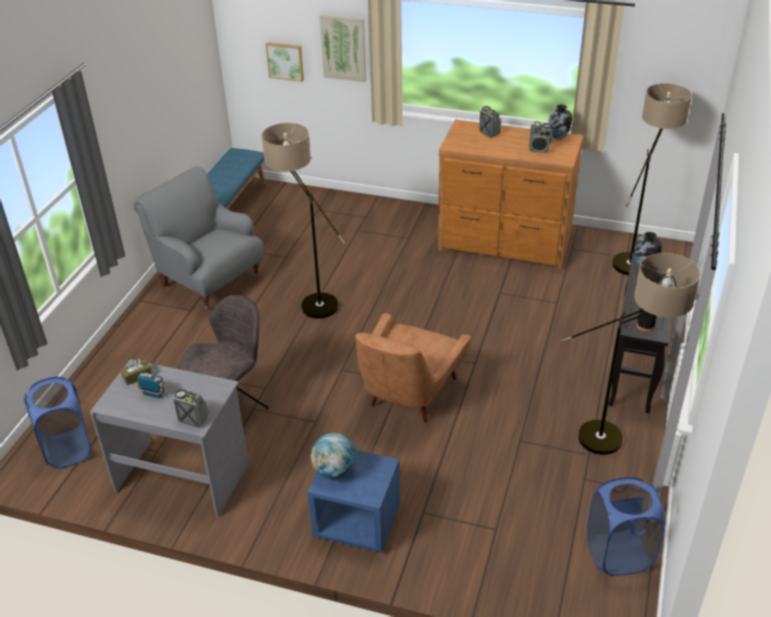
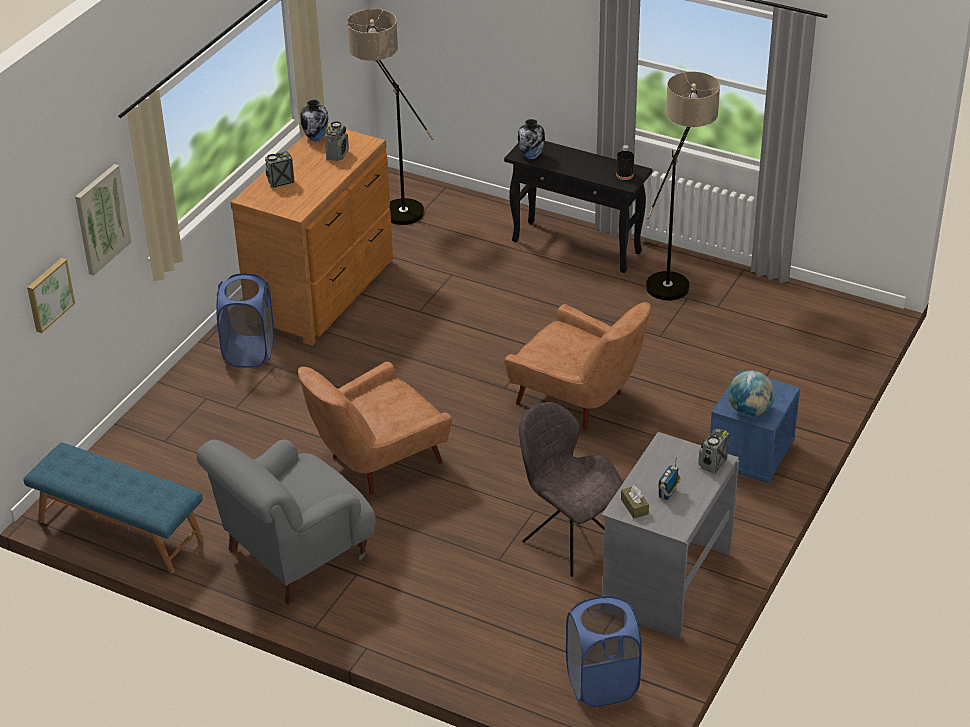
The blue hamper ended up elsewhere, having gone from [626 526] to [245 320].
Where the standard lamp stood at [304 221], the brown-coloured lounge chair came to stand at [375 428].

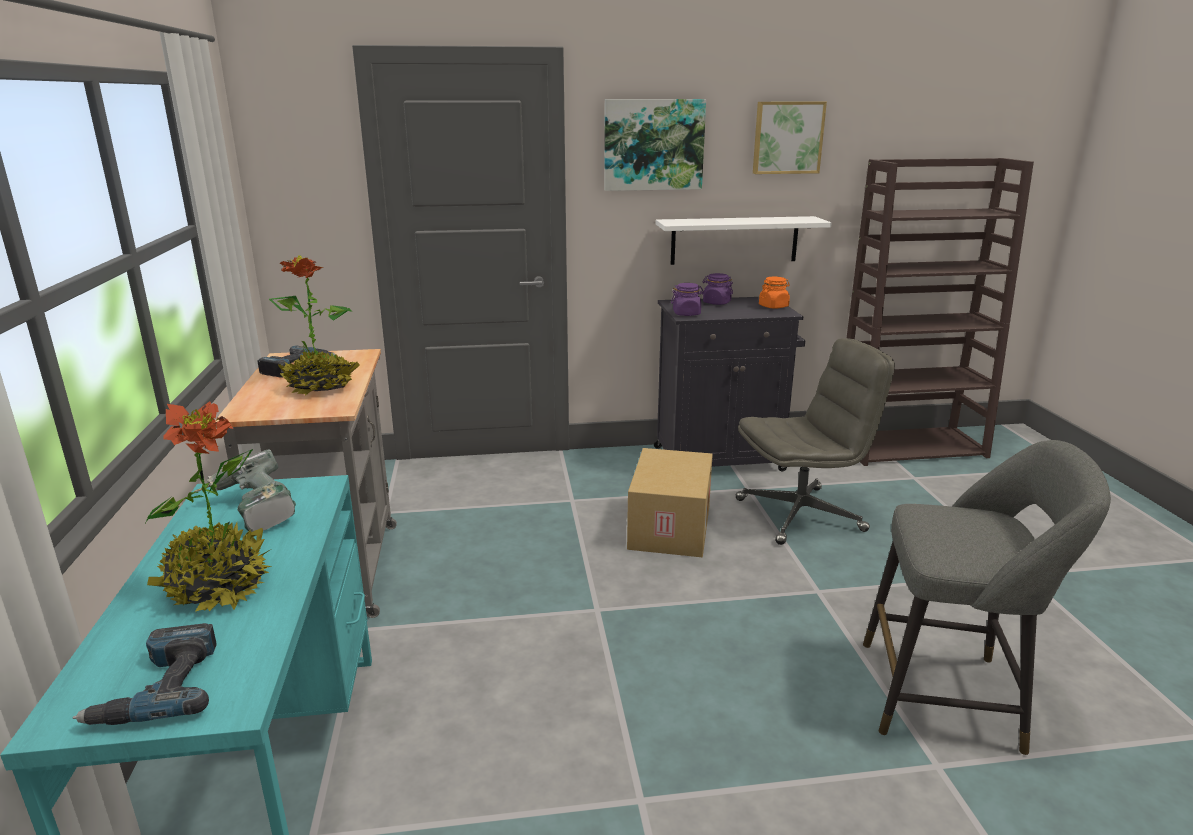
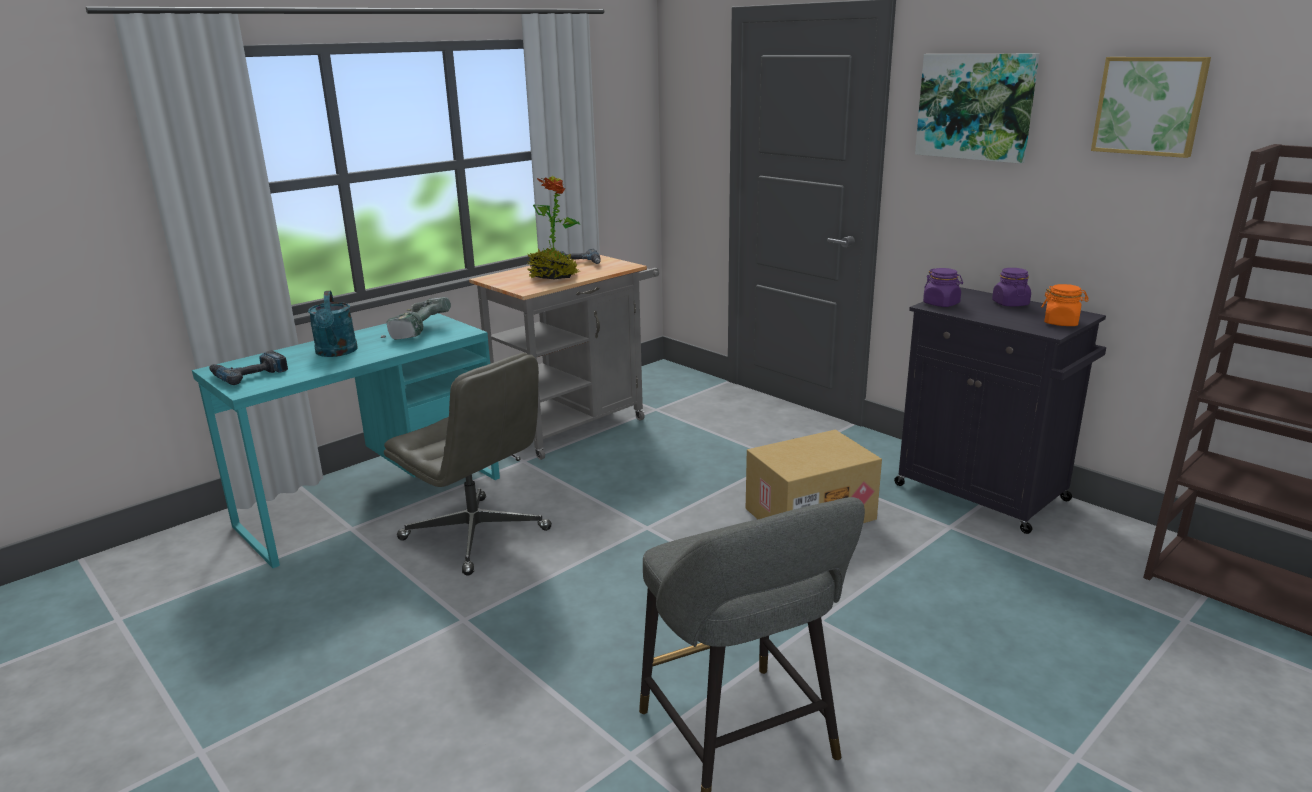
Where the houseplant stood at [209 506], the turquoise-coloured sprinkling can came to stand at [333 324].
The grey desk chair ended up elsewhere, having gone from [815 441] to [468 464].
The second view lost the whitish bracket shelf at [743 240].

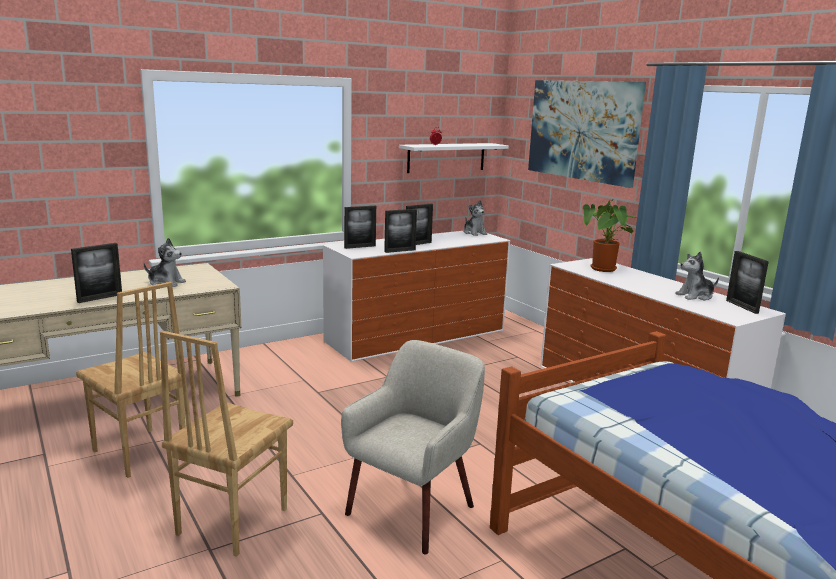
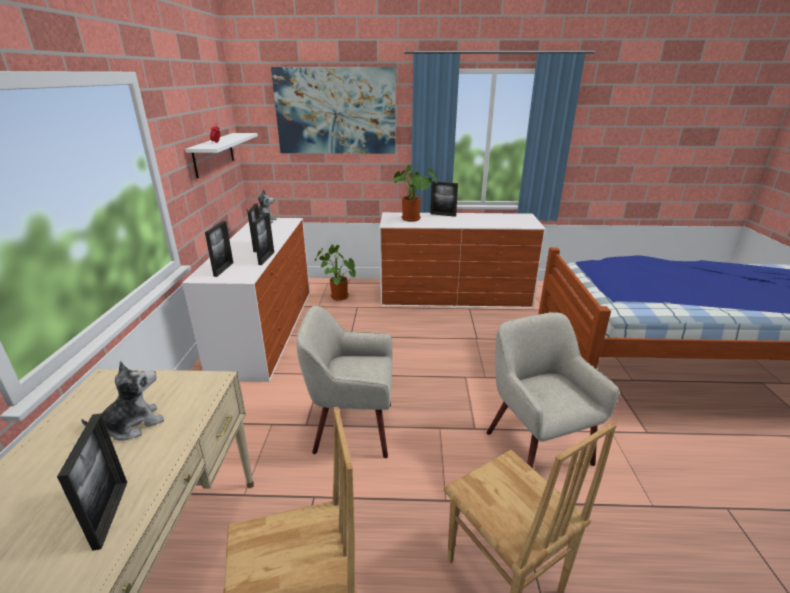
The second view gained the beige-coloured lounge chair at [344 382].
The second view gained the houseplant at [335 272].
The photo frame ended up elsewhere, having gone from [747 282] to [444 199].
The second view lost the soft toy at [697 276].

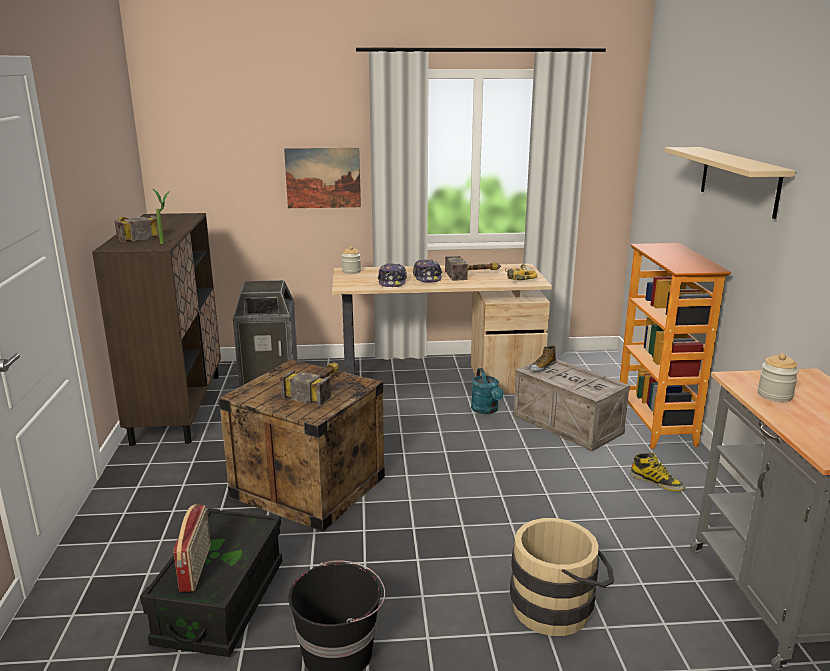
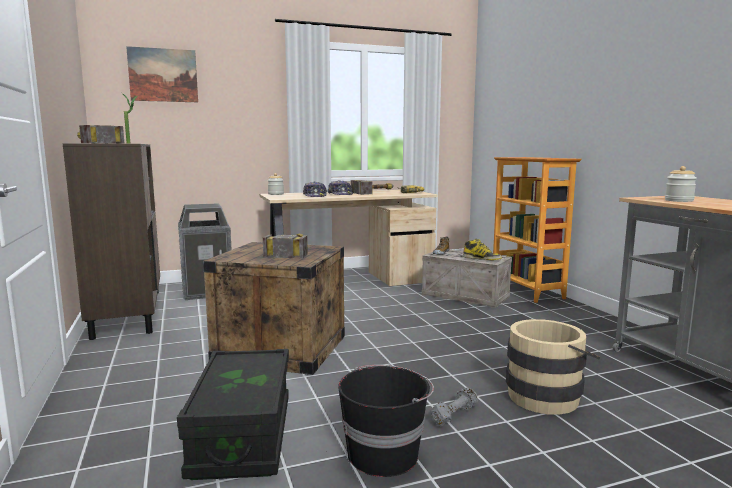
The wall art ended up elsewhere, having gone from [322 178] to [162 74].
The second view gained the grey free weight at [454 407].
The high-top boot ended up elsewhere, having gone from [657 472] to [482 249].
The second view lost the radio set at [192 548].
The second view lost the turquoise-coloured sprinkling can at [487 391].
The second view lost the beige-coloured bracket shelf at [730 183].

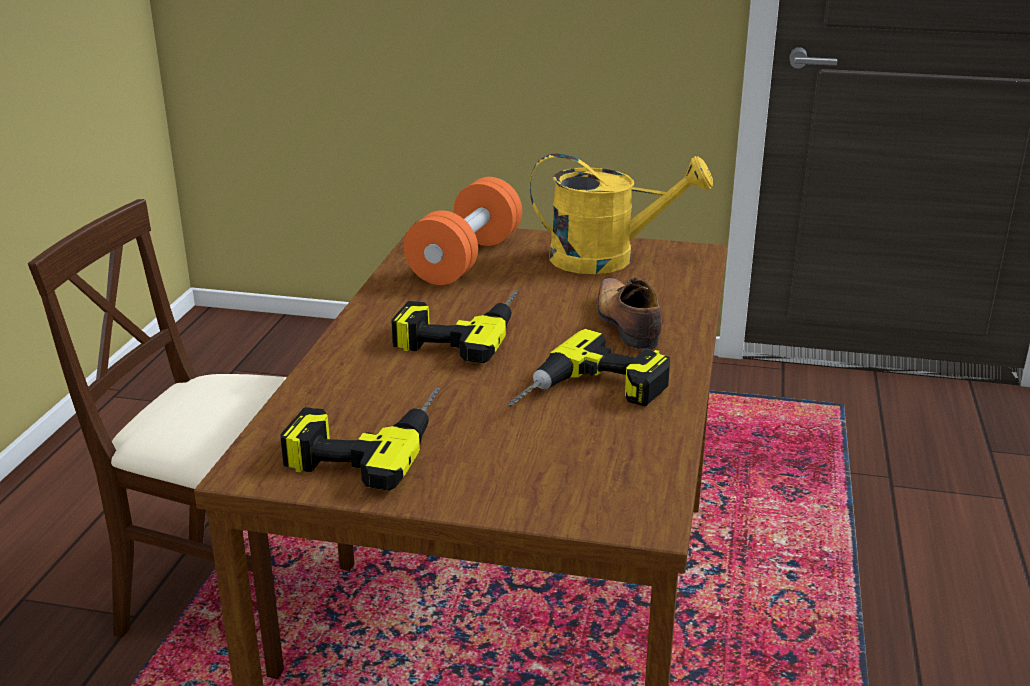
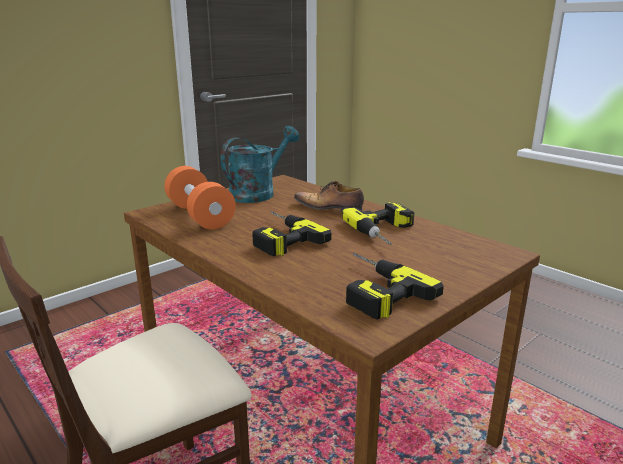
What was the yellow-coloured sprinkling can at [621 213] turned into the turquoise-coloured sprinkling can at [259 164].

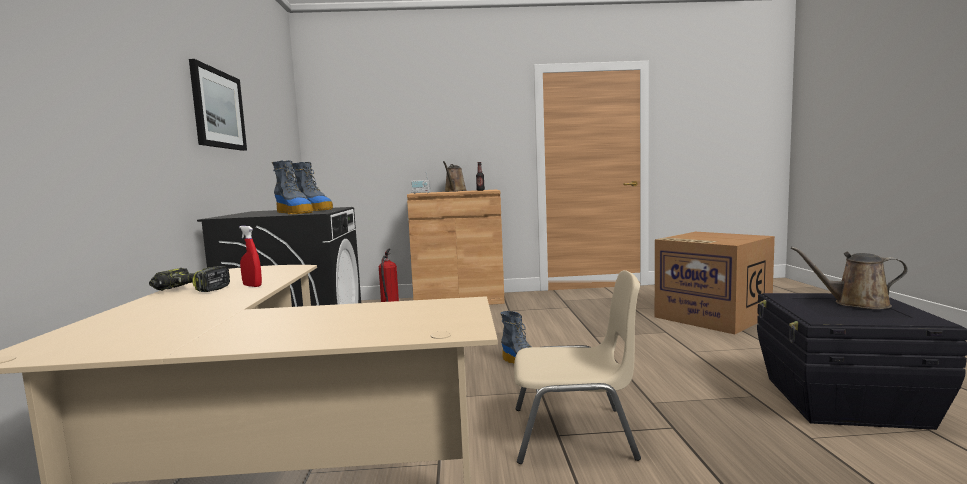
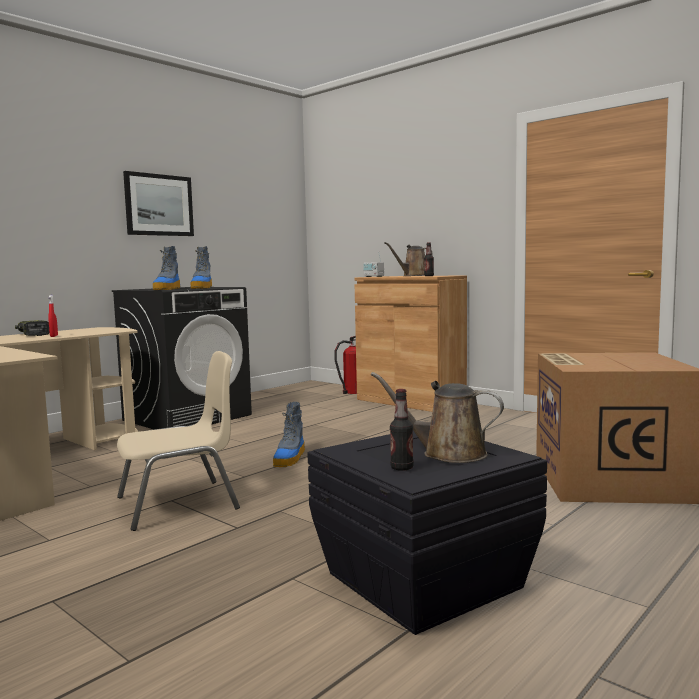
The beige-coloured upright chair at [577 367] ended up facing another way, 75 degrees counterclockwise from before.
The brown-coloured sprinkling can at [849 278] ended up facing another way, 45 degrees counterclockwise from before.
The second view gained the beverage bottle at [402 430].

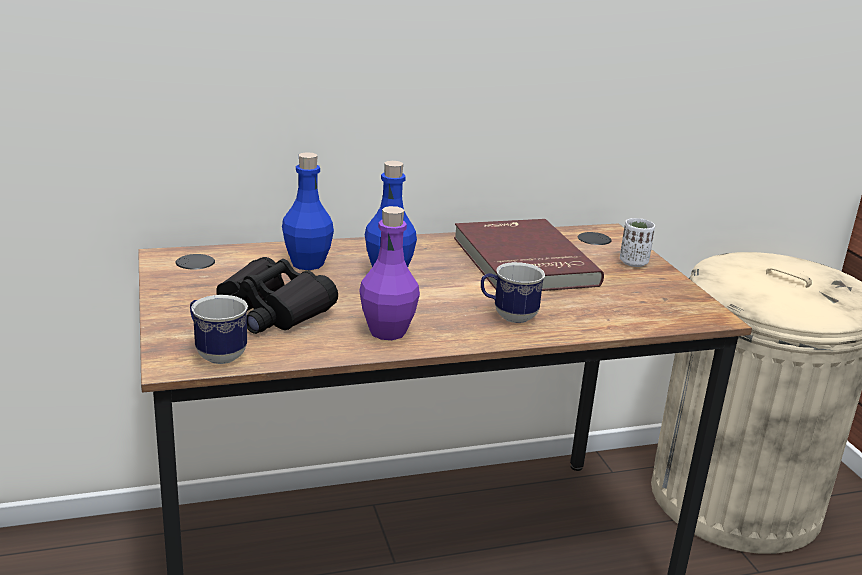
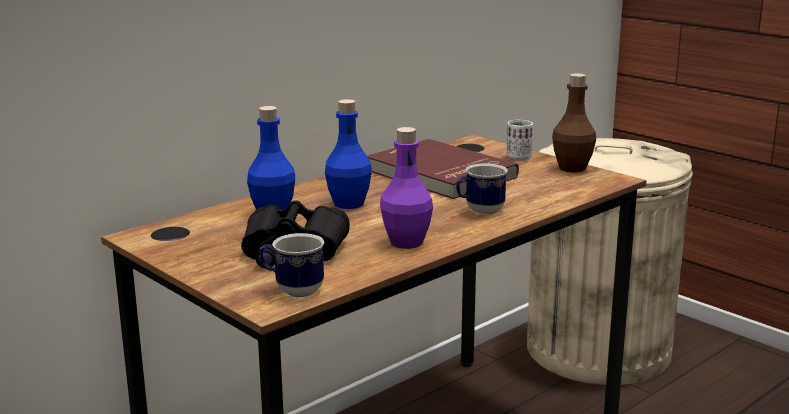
The second view gained the brown-coloured beverage bottle at [574 122].

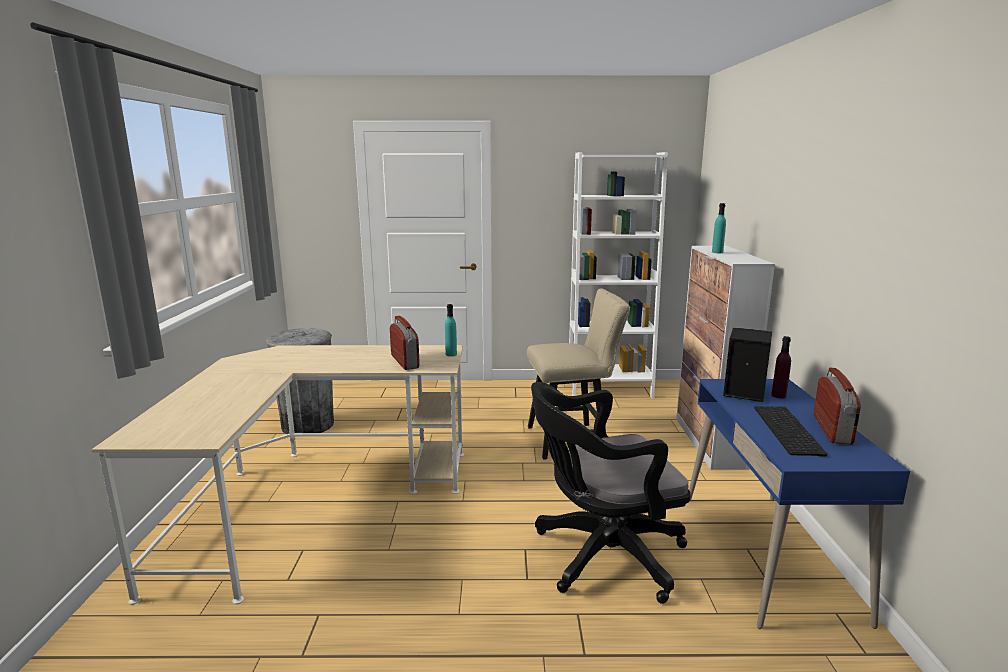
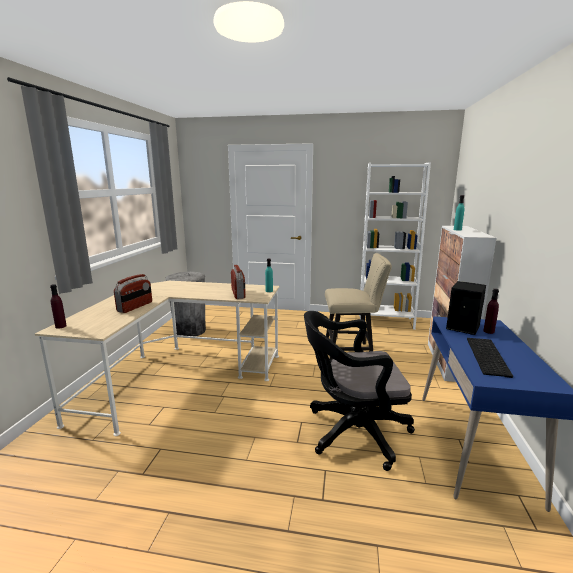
The second view gained the purplish beverage bottle at [58 306].
The radio set ended up elsewhere, having gone from [837 406] to [133 293].

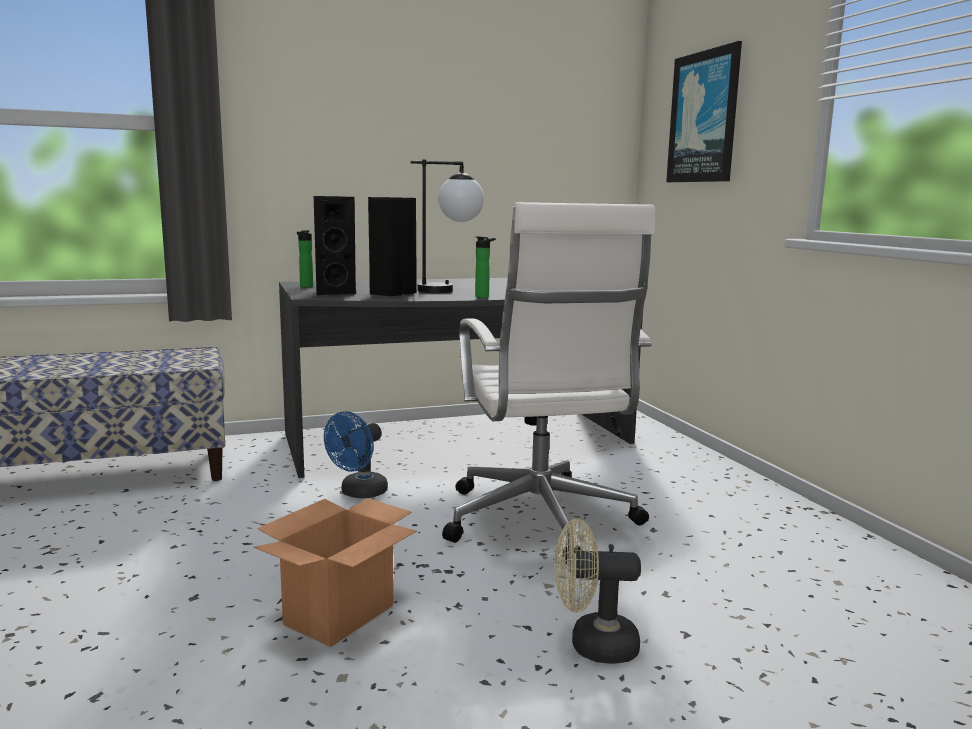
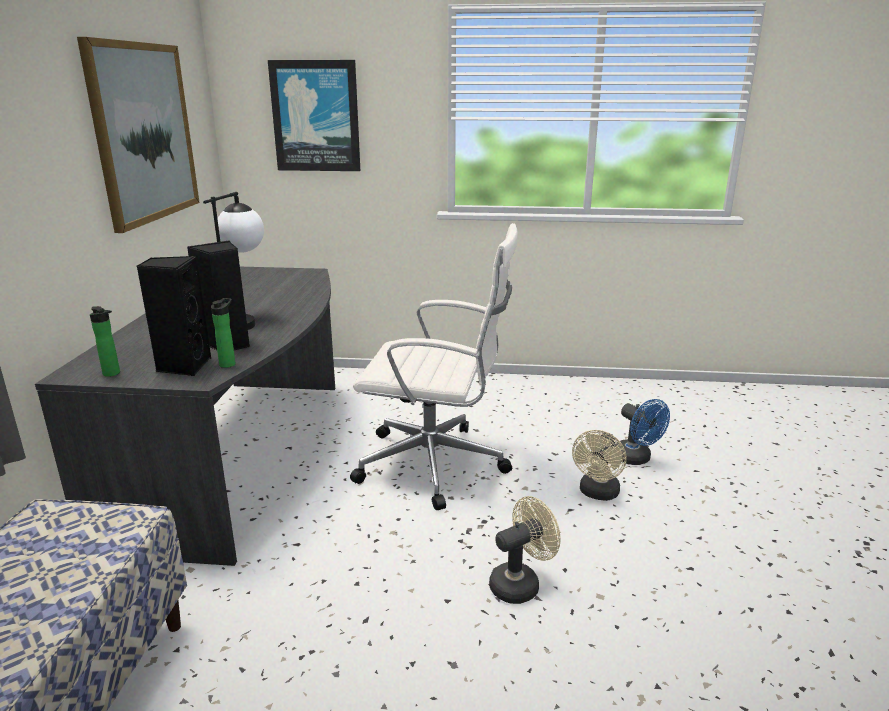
The second view gained the wall art at [138 135].
The beverage bottle ended up elsewhere, having gone from [485 267] to [223 333].
Where the cardboard box stood at [335 572], the beige-coloured cooling fan came to stand at [524 550].
The blue cooling fan ended up elsewhere, having gone from [356 455] to [642 432].

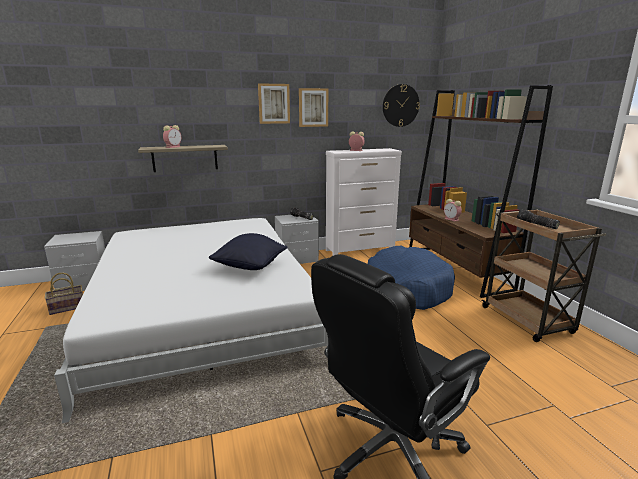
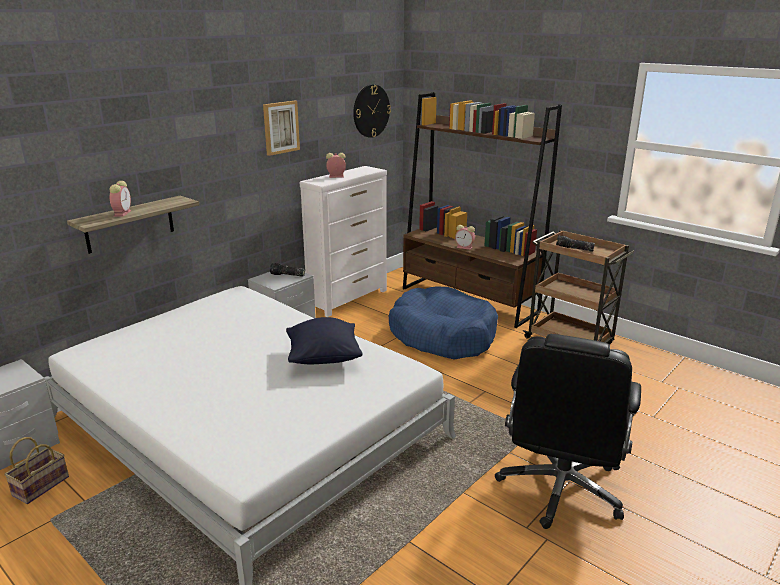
The second view lost the wall art at [274 103].

